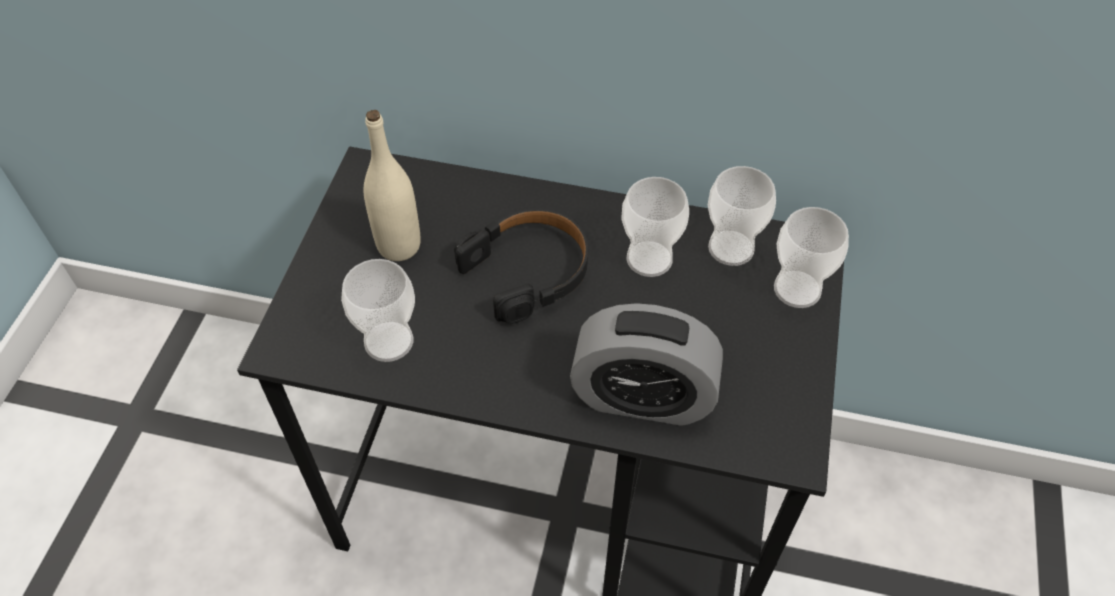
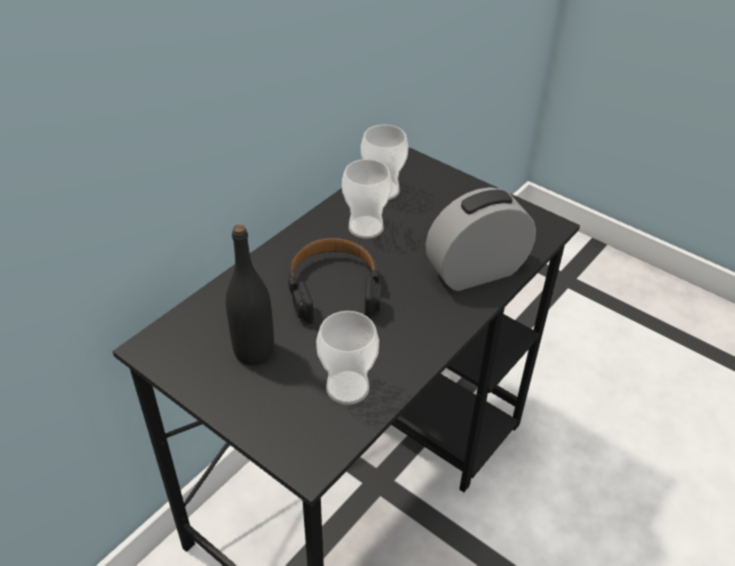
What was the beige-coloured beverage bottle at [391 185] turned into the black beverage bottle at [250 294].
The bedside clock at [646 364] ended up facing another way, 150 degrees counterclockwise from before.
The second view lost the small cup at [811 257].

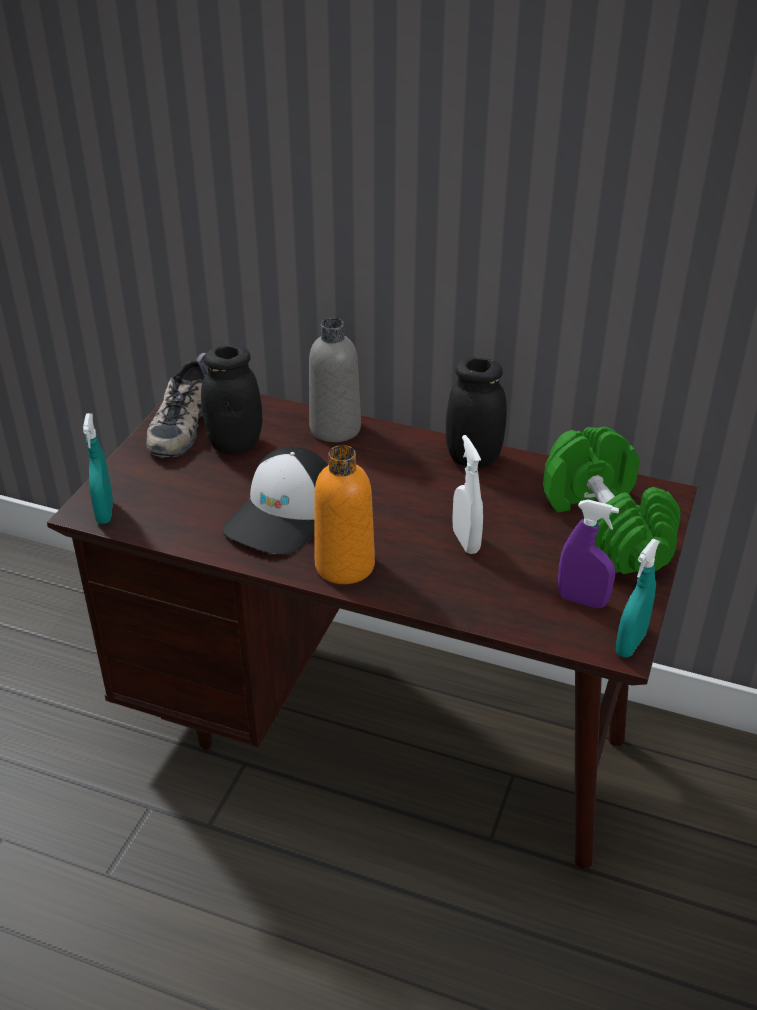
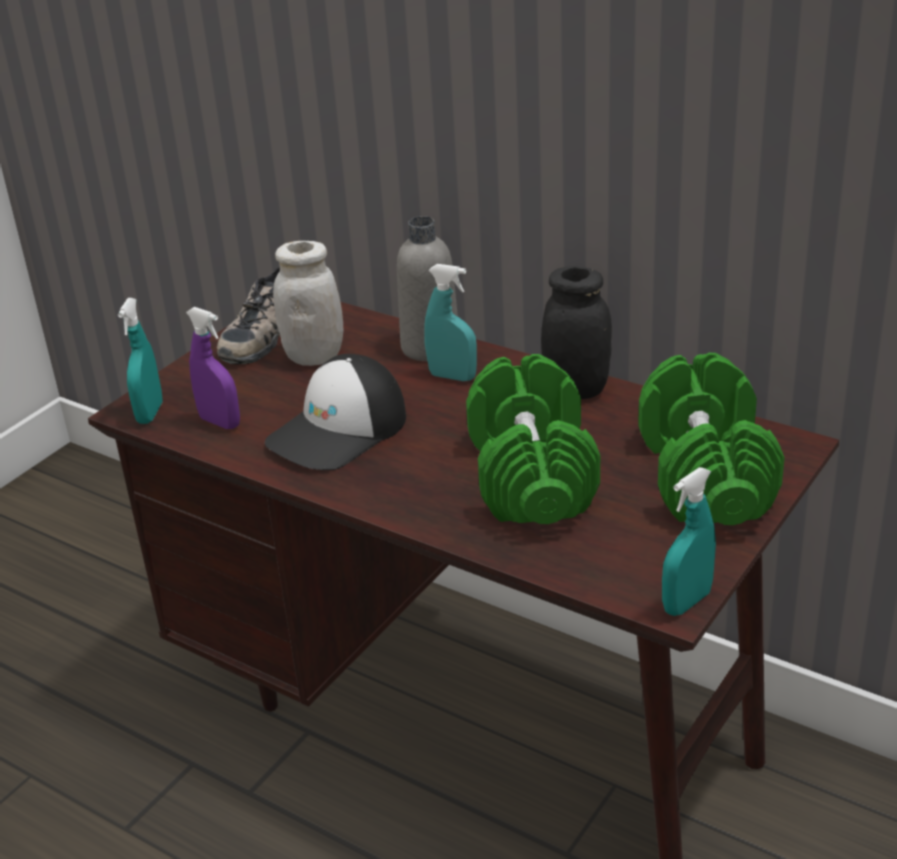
The purplish sprayer ended up elsewhere, having gone from [588 554] to [213 368].
What was the black preserve jar at [232 399] turned into the whitish preserve jar at [308 303].
The second view gained the turquoise-coloured sprayer at [450 322].
Where the whitish sprayer stood at [467 494], the green-coloured free weight came to stand at [533 439].
The second view lost the orangey beverage bottle at [345 514].

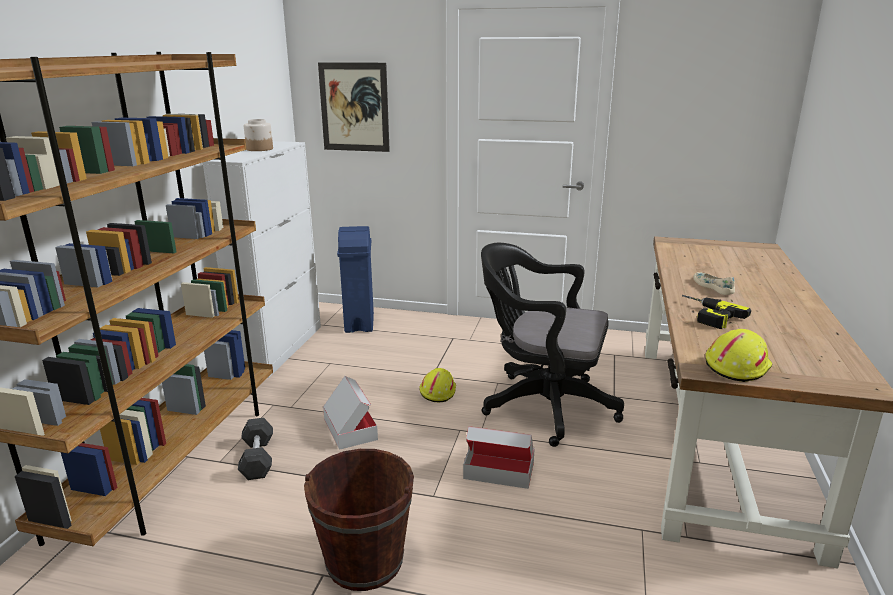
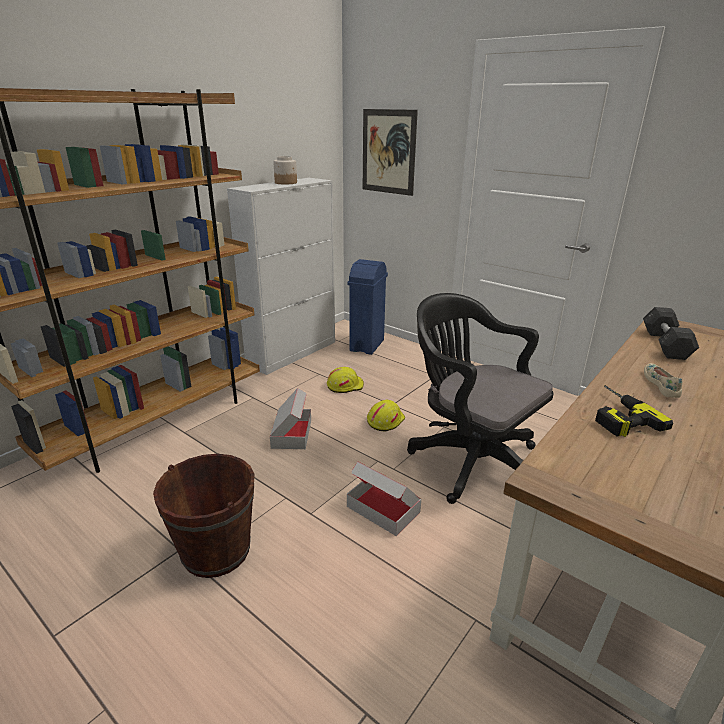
The yellow-coloured work helmet ended up elsewhere, having gone from [738 355] to [345 380].
The grey free weight ended up elsewhere, having gone from [255 449] to [671 333].

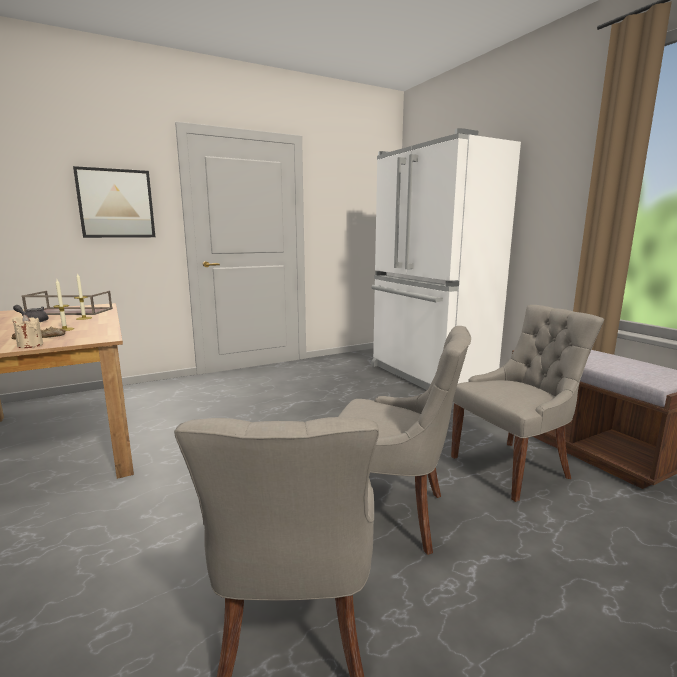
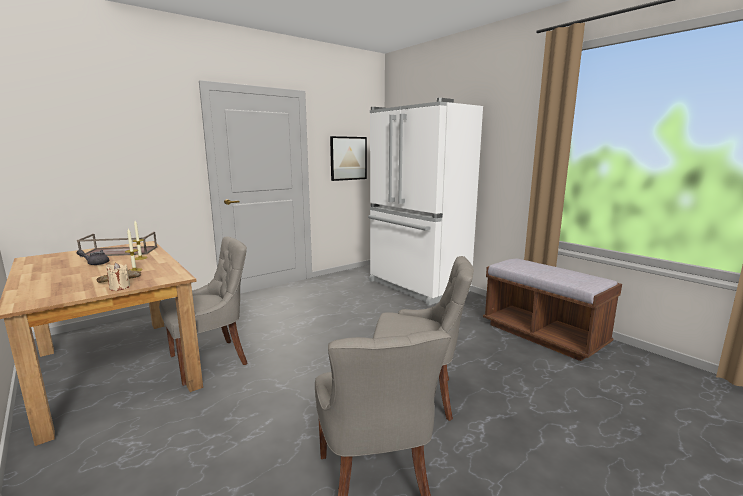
The grey upright chair ended up elsewhere, having gone from [527 403] to [203 311].
The wall art ended up elsewhere, having gone from [114 202] to [348 158].

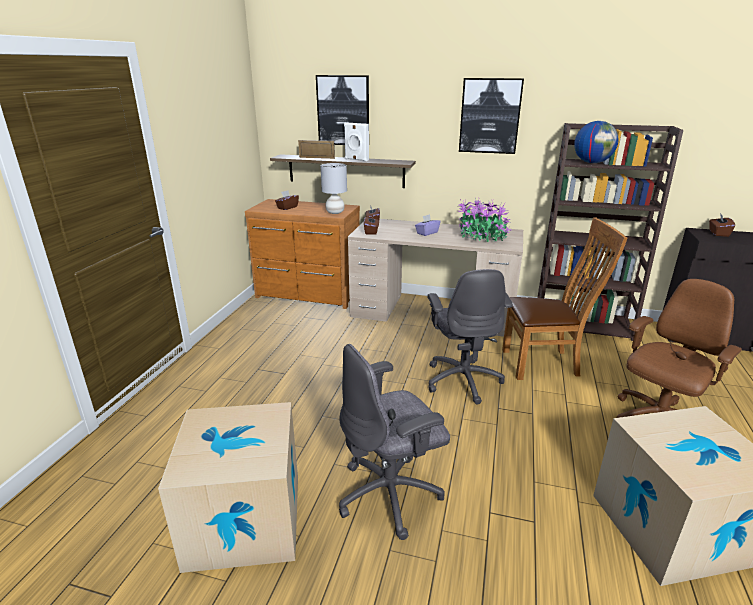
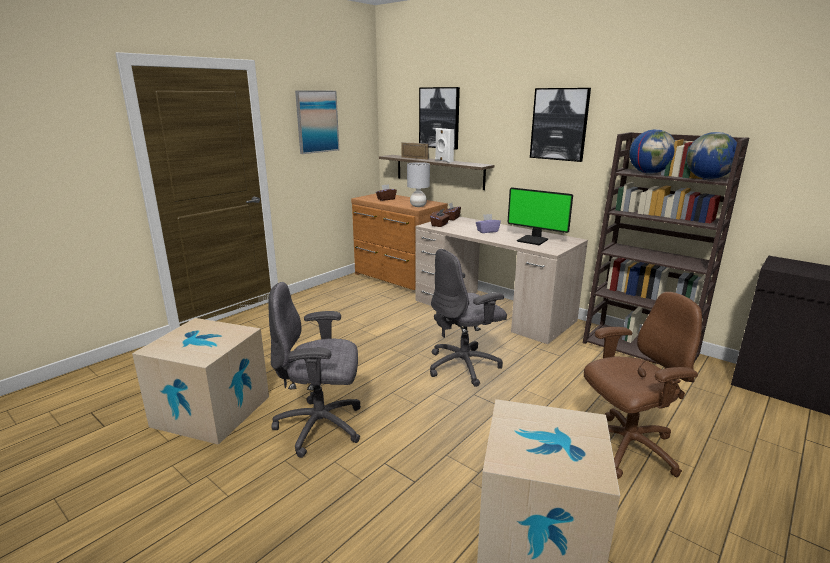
The second view gained the wall art at [317 122].
The grey desk chair at [470 336] ended up facing another way, 45 degrees clockwise from before.
Where the houseplant stood at [485 219], the computer screen came to stand at [540 216].
The second view gained the world globe at [711 155].
The second view lost the brown-coloured upright chair at [565 298].
The second view lost the brown-coloured tissue holder at [722 225].

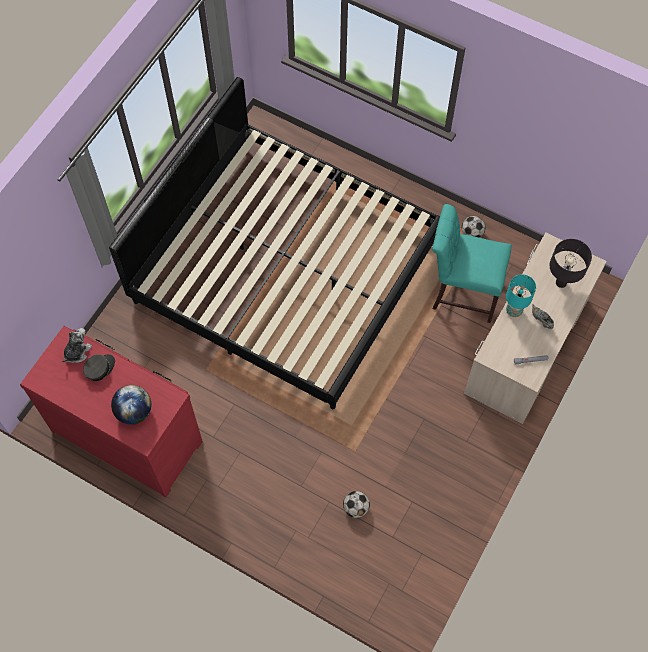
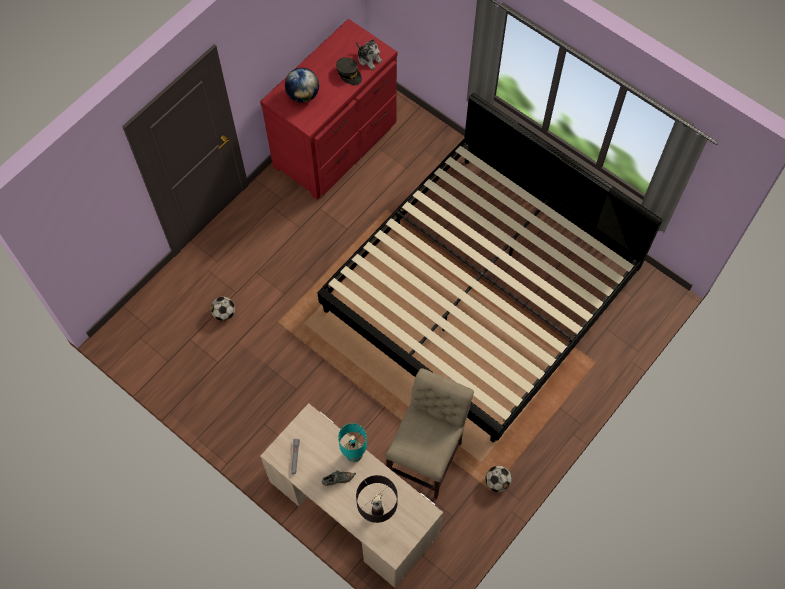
What was the turquoise-coloured upright chair at [471 263] turned into the beige-coloured upright chair at [429 433].

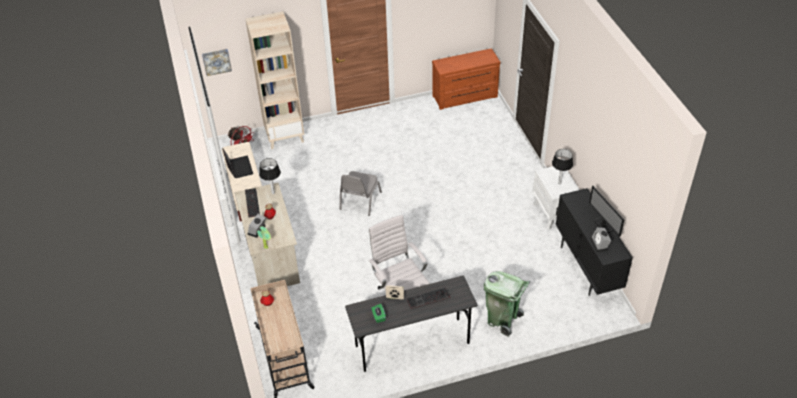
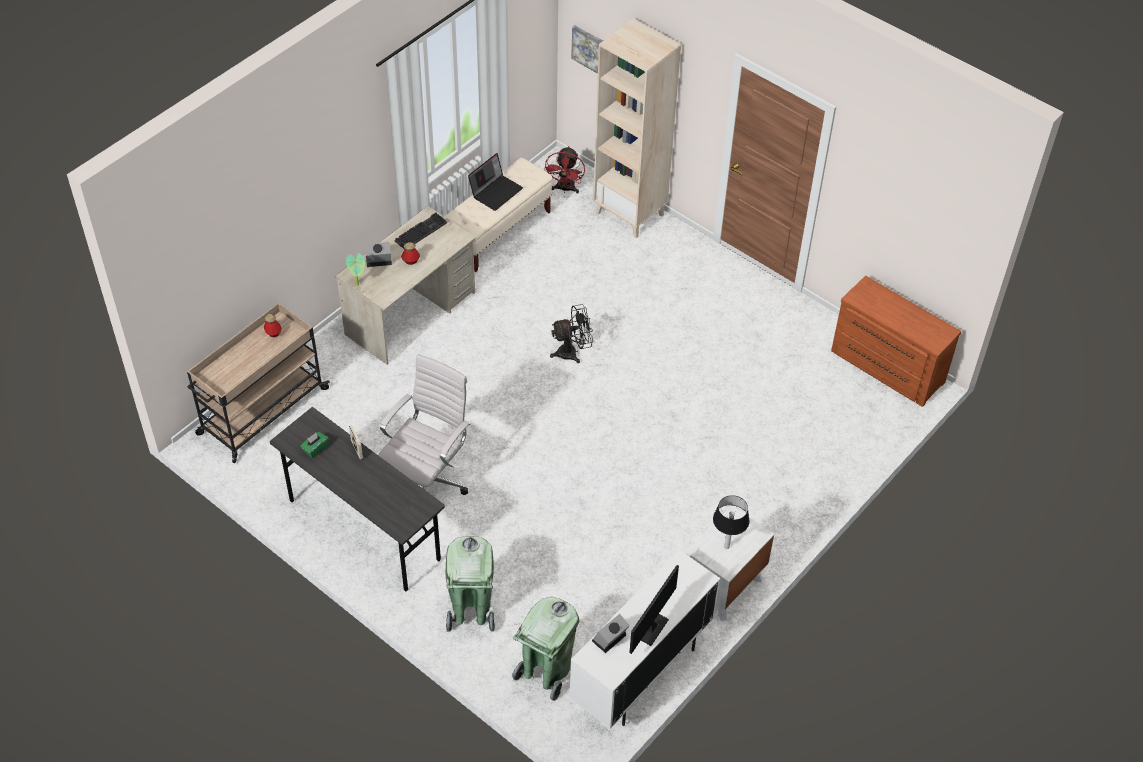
The second view gained the green-coloured waste bin at [545 649].
Where the grey upright chair stood at [361 193], the black cooling fan came to stand at [571 333].
What was the black cupboard at [594 242] turned into the whitish cupboard at [645 639].
The second view lost the lamp for a table at [270 176].
The second view lost the computer keyboard at [428 298].

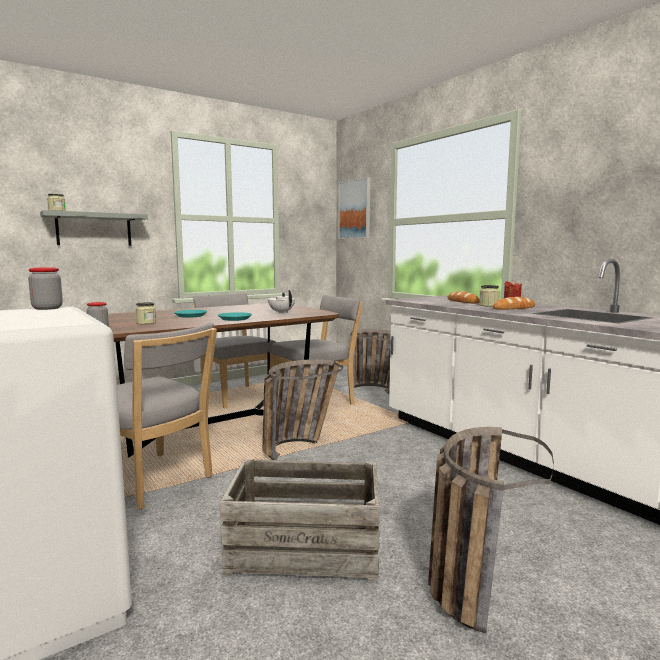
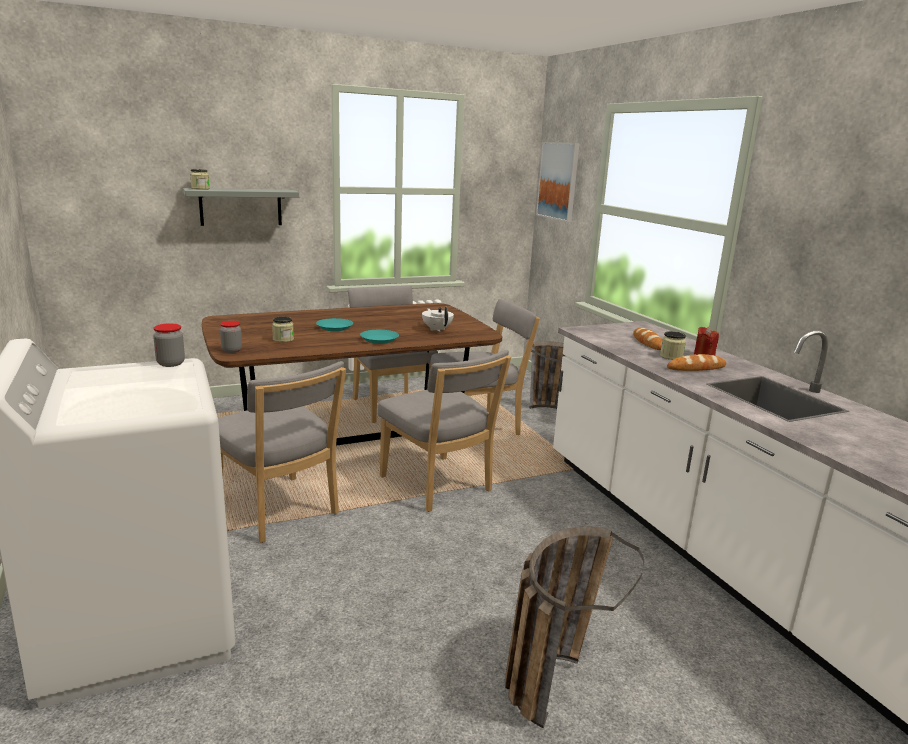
Where the basket stood at [302 409], the grey upright chair came to stand at [444 431].
The second view lost the packing crate at [300 520].

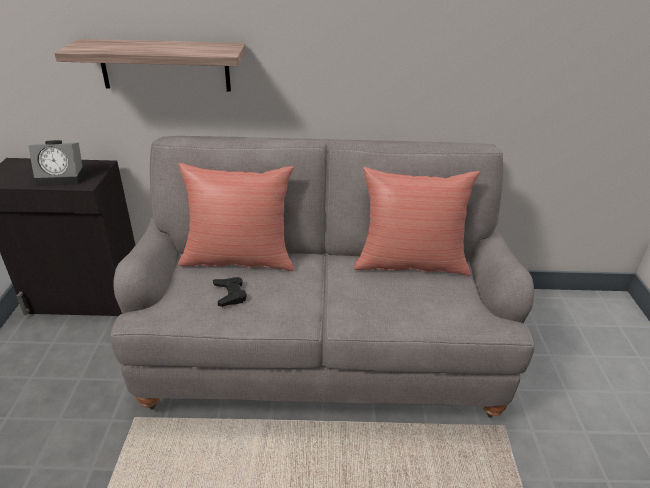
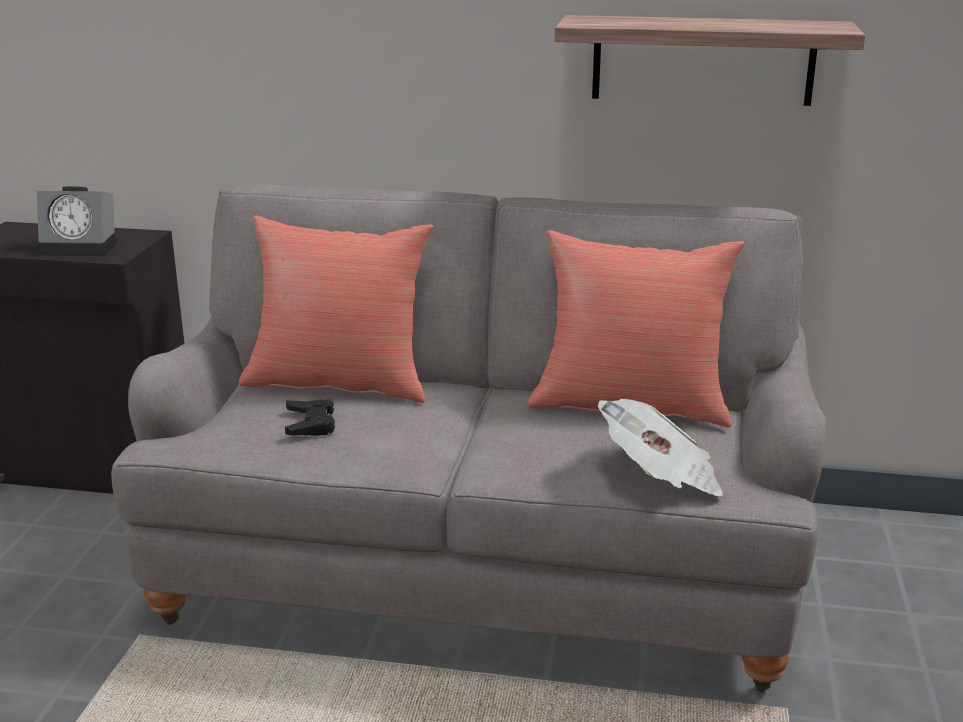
The bracket shelf ended up elsewhere, having gone from [150 65] to [709 60].
The second view gained the newspaper at [661 447].

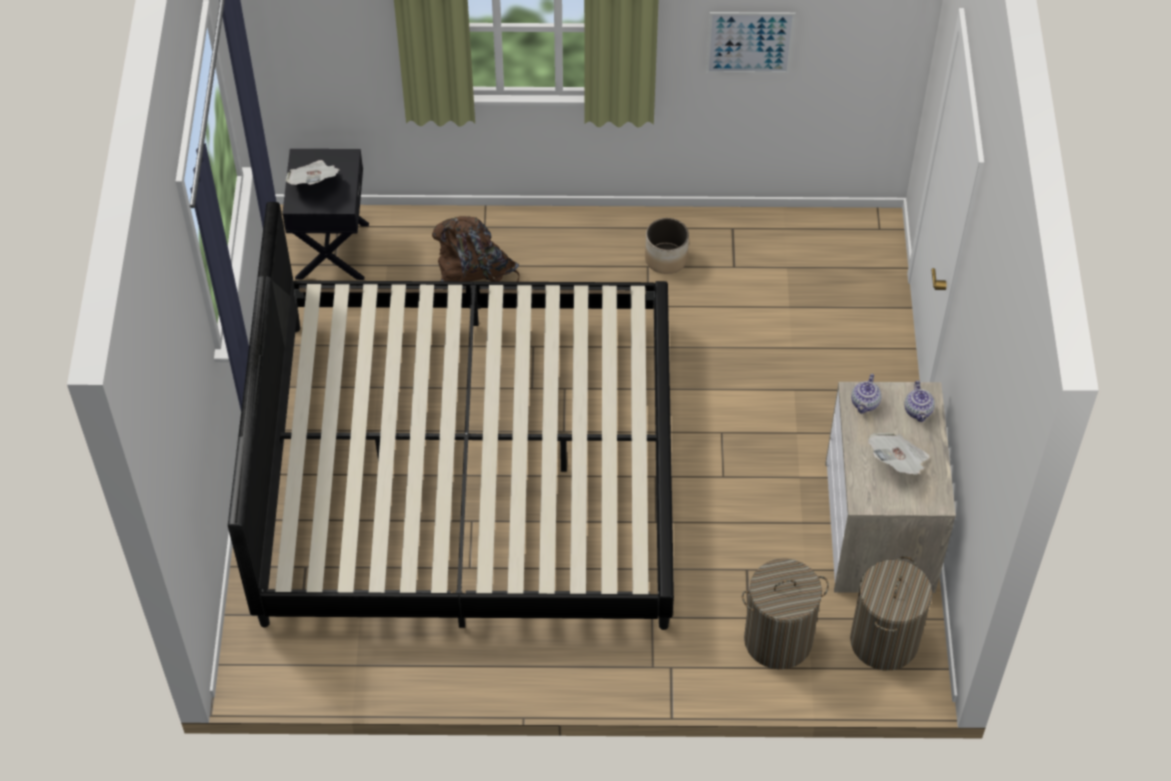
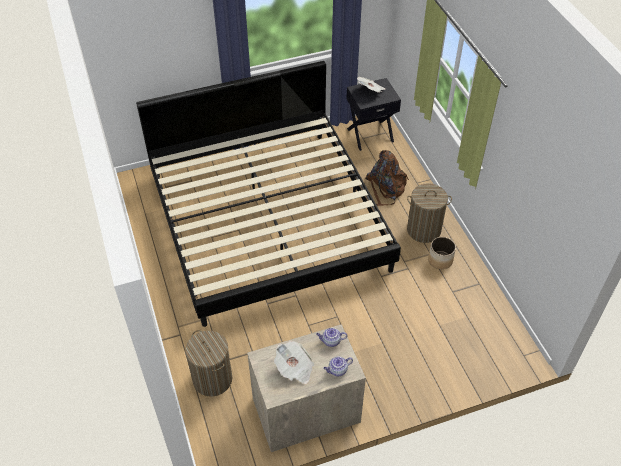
The hamper ended up elsewhere, having gone from [891 613] to [429 213].
The second view lost the wall art at [751 42].

